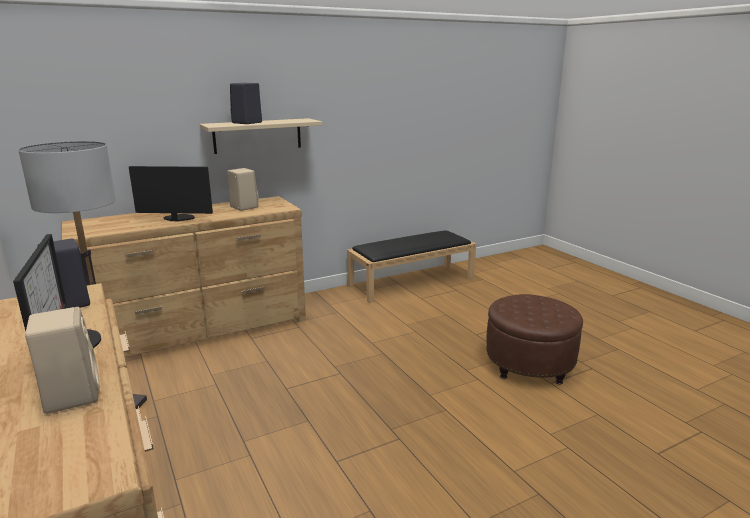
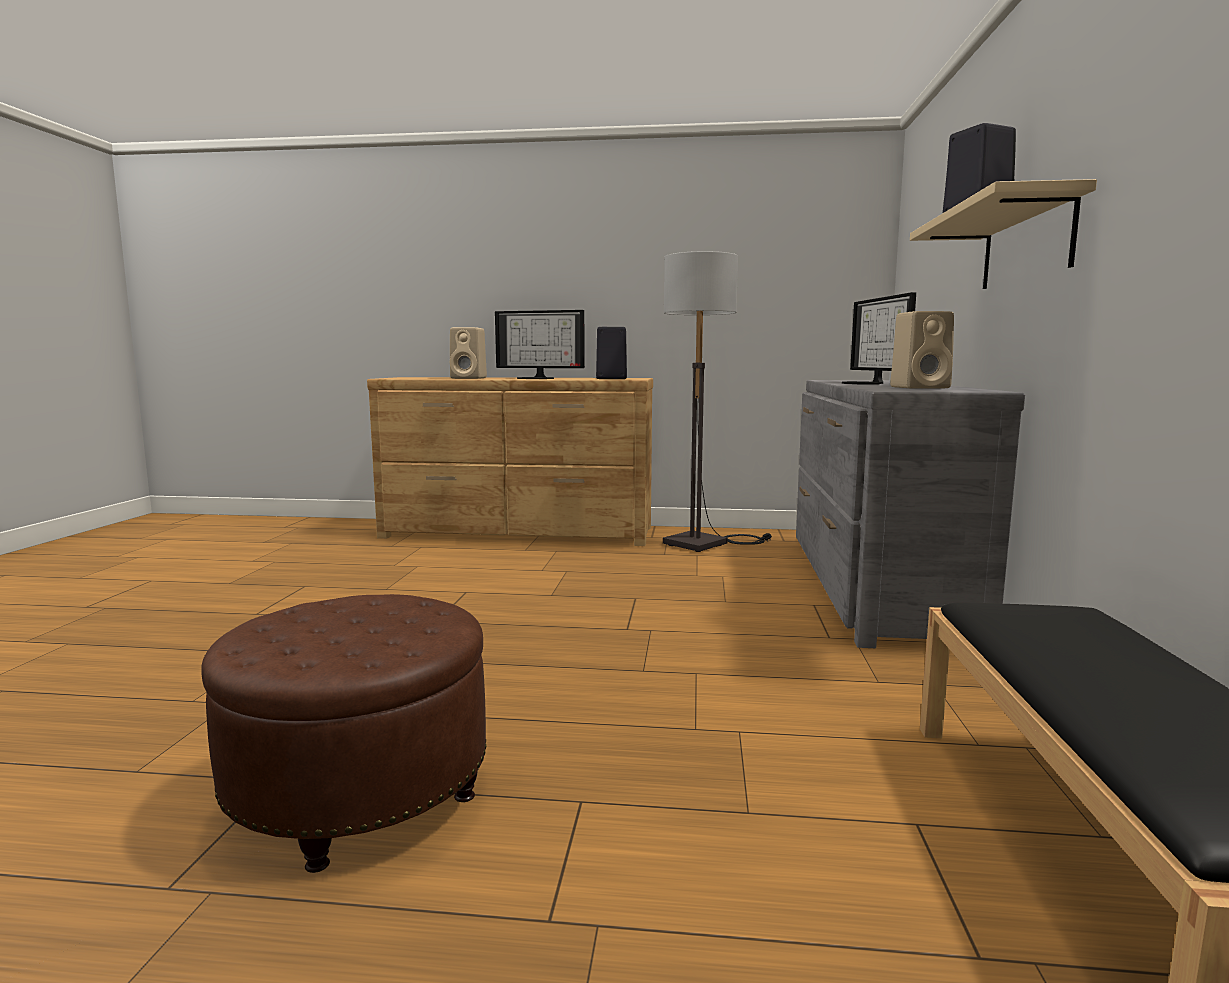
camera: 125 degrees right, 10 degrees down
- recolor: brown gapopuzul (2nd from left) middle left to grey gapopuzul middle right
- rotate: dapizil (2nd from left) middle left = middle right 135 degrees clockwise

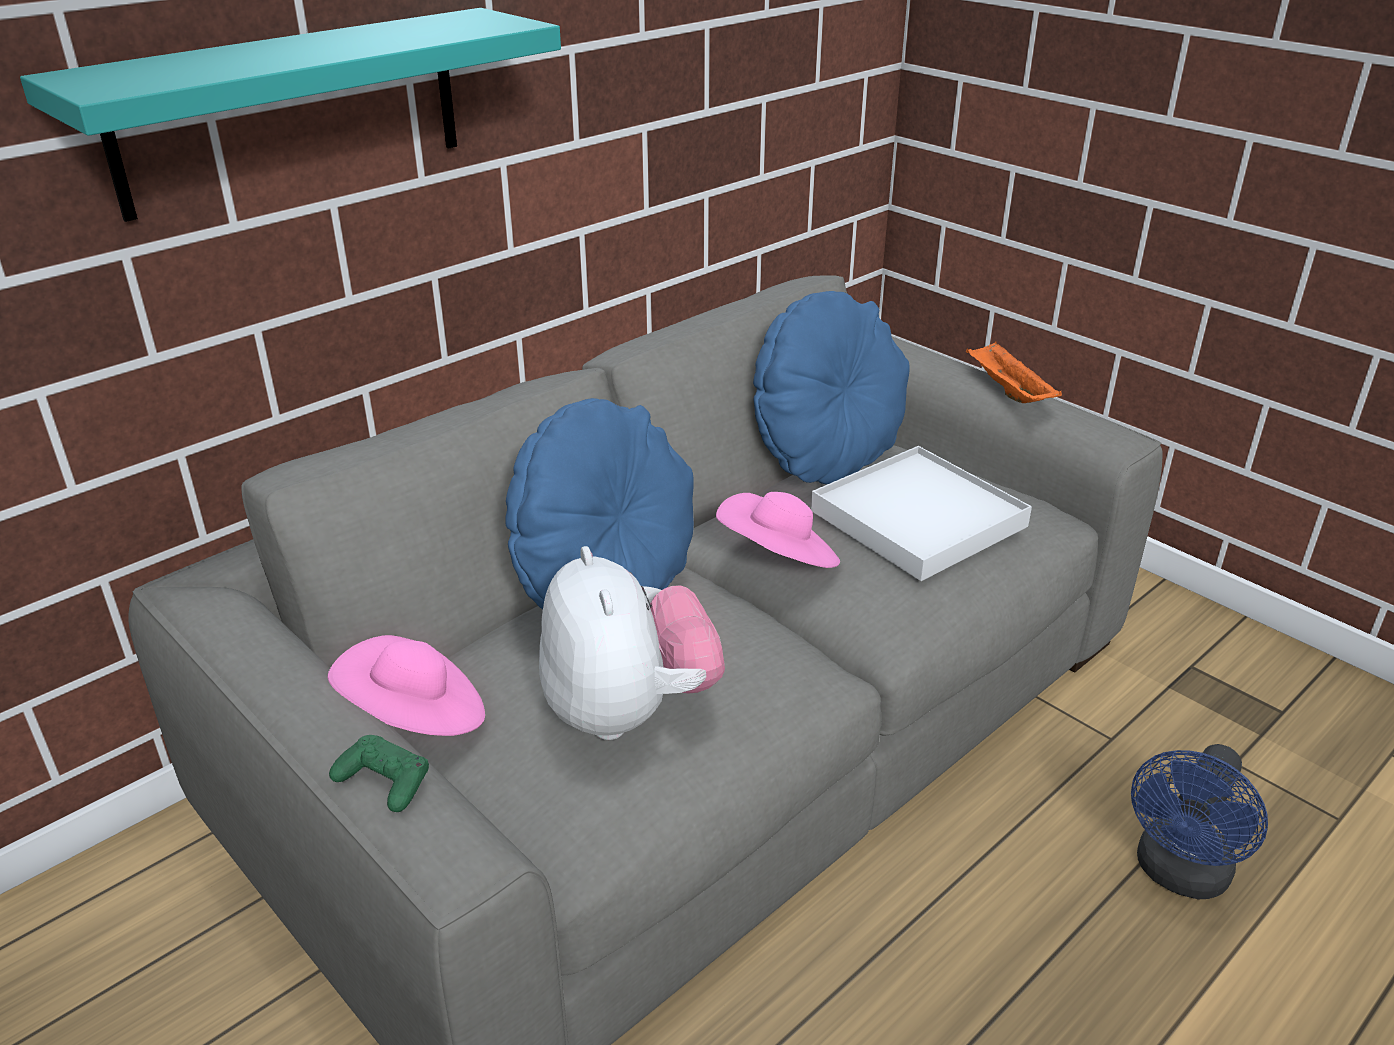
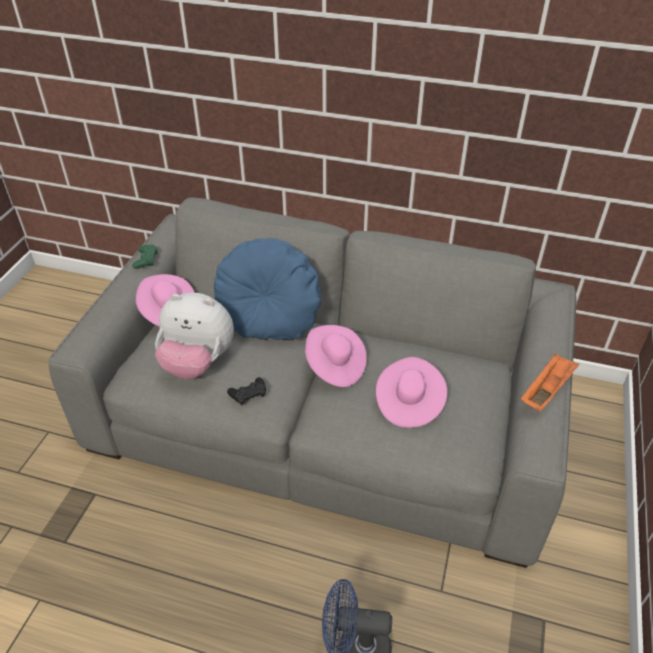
camera: 60 degrees right, 10 degrees up
- delete: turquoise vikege top left
- move: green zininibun bottom left to middle left
- rotate: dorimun centre = middle left 60 degrees clockwise
- delete: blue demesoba (2nd from left) centre
- replace: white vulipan centre to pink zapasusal (3rd from left) centre
- insert: black zininibun centre

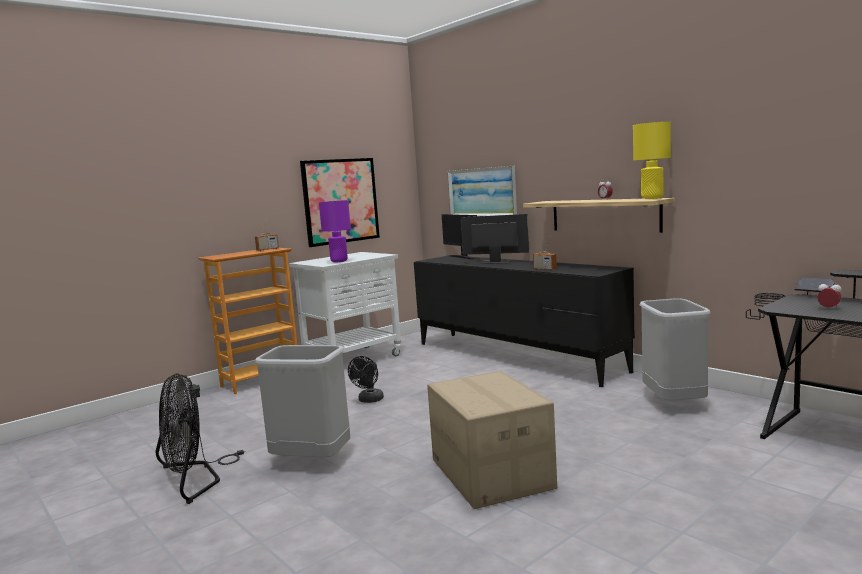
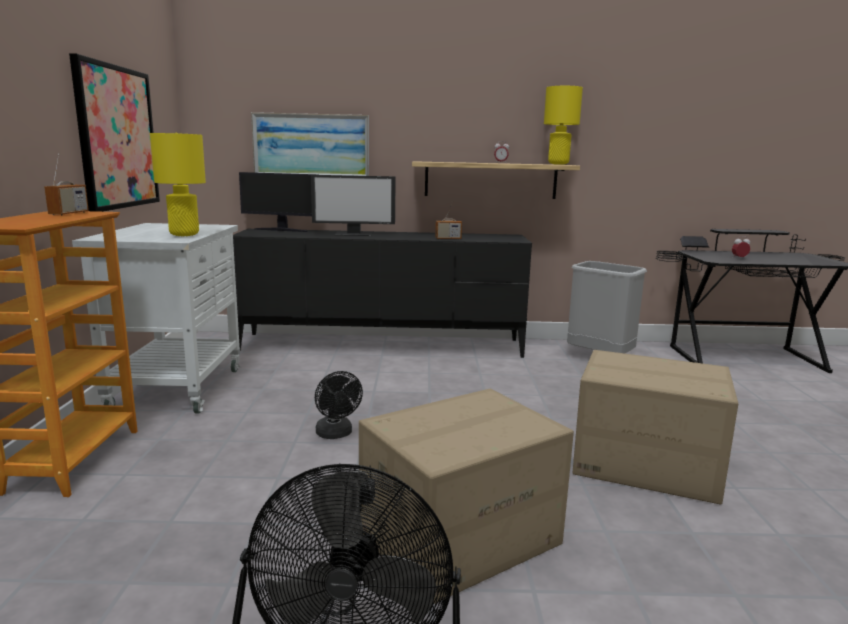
camera: 50 degrees left, 5 degrees up
- replace: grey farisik (1st from left) bottom centre to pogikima (1st from left) bottom centre
- recolor: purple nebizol centre to yellow nebizol (1st from left) top left
- rotate: dapizil (2nd from left) centre = top centre 150 degrees counterclockwise

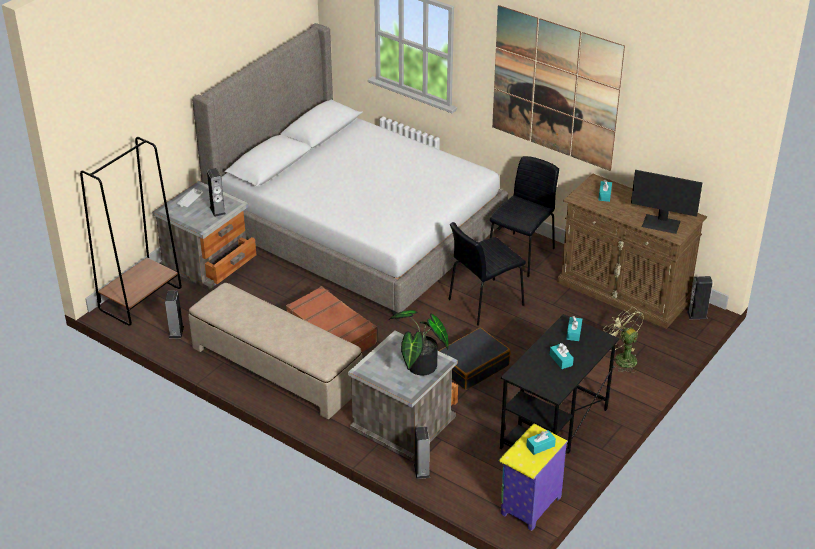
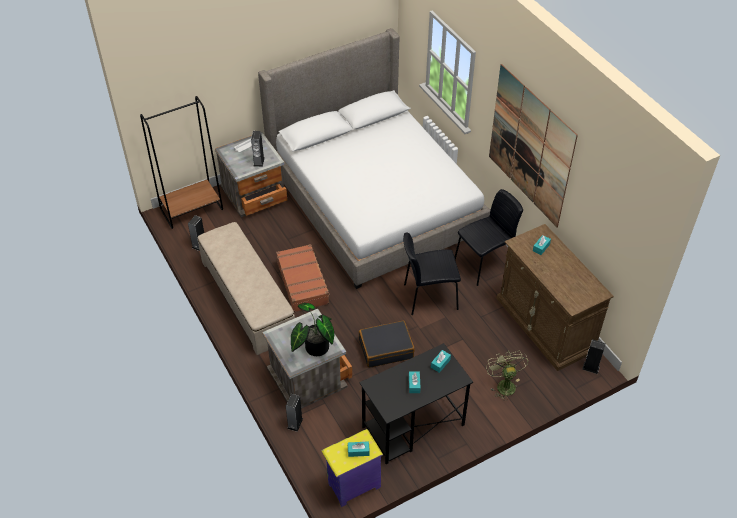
camera: 25 degrees right, 10 degrees up
- delete: dapizil middle right

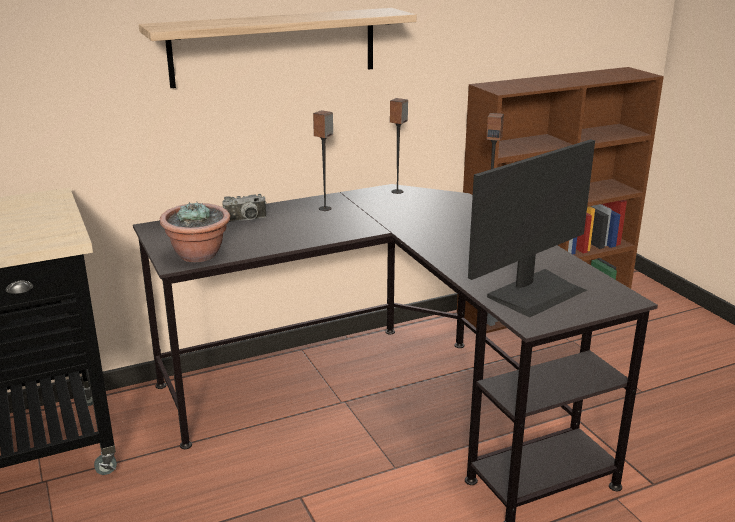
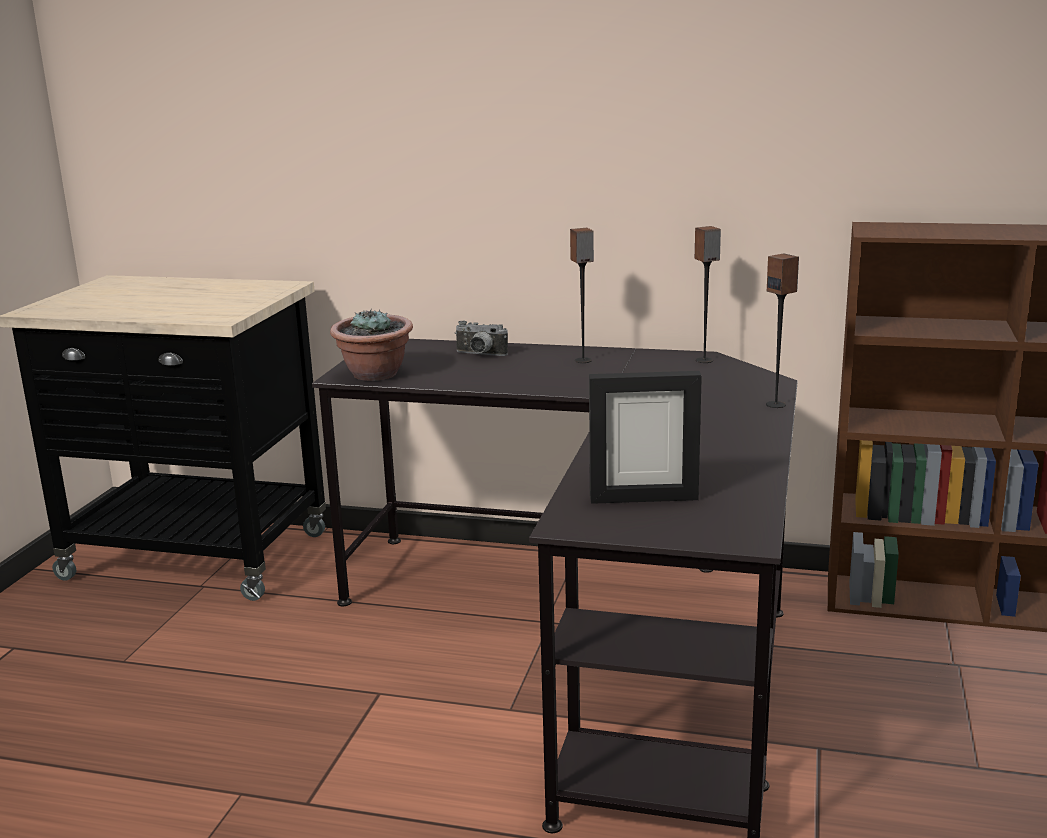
camera: 40 degrees right, 5 degrees down
- delete: vikege top centre
- replace: dapizil middle right to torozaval centre

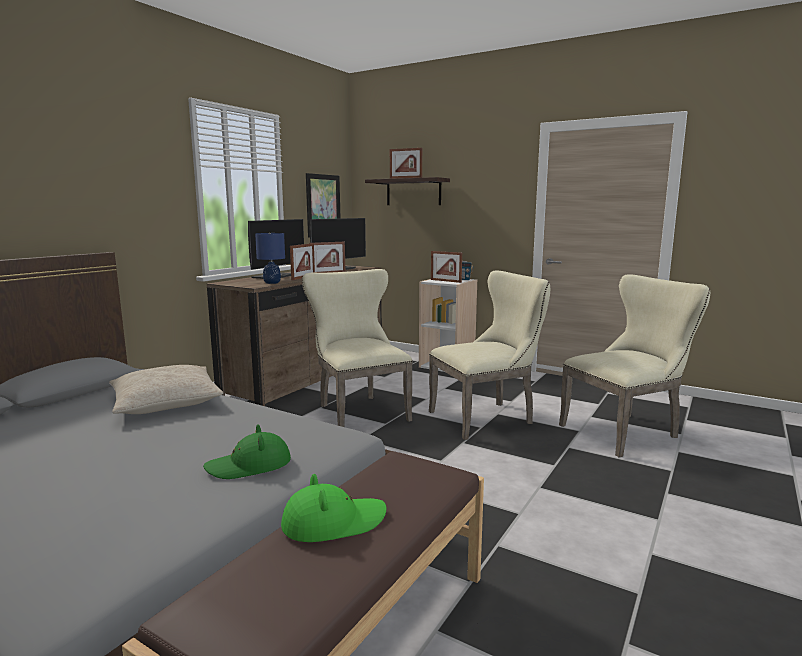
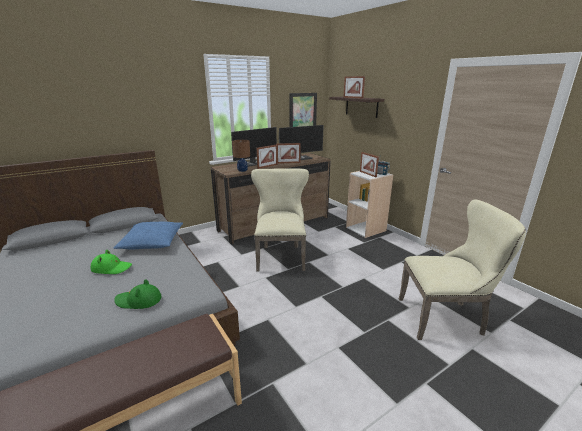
camera: 25 degrees right, 10 degrees up
- recolor: beige demesoba middle left to blue demesoba middle left
- recolor: blue nebizol centre to brown nebizol centre
- move: green zapasusal (2nd from left in the first image) bottom centre to green zapasusal (1st from left) middle left
- delete: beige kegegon (2nd from left) centre

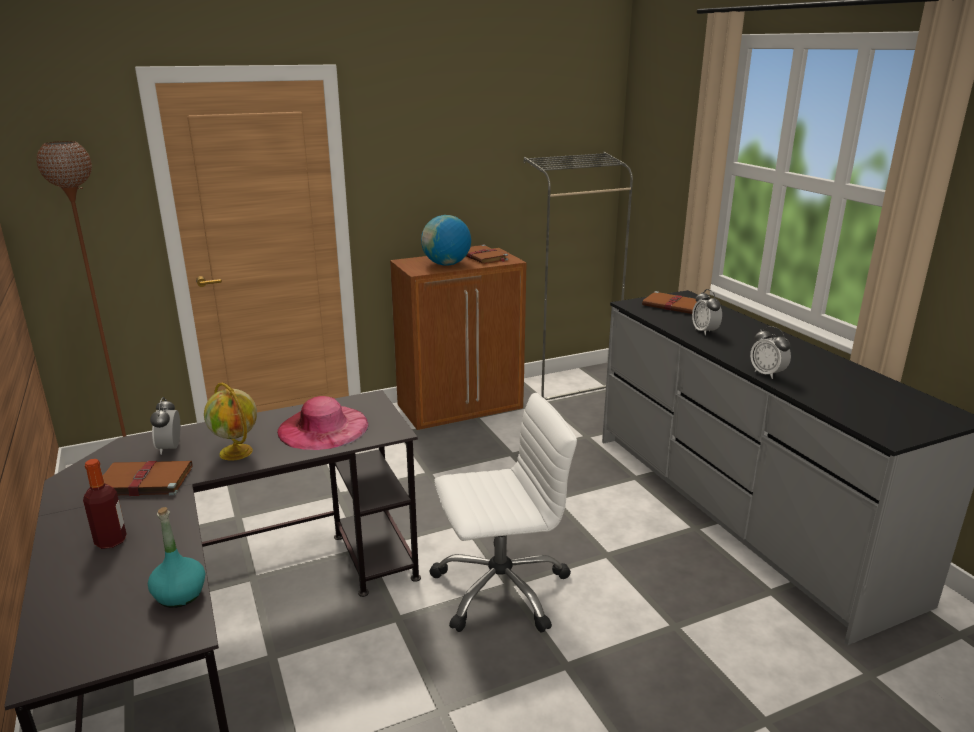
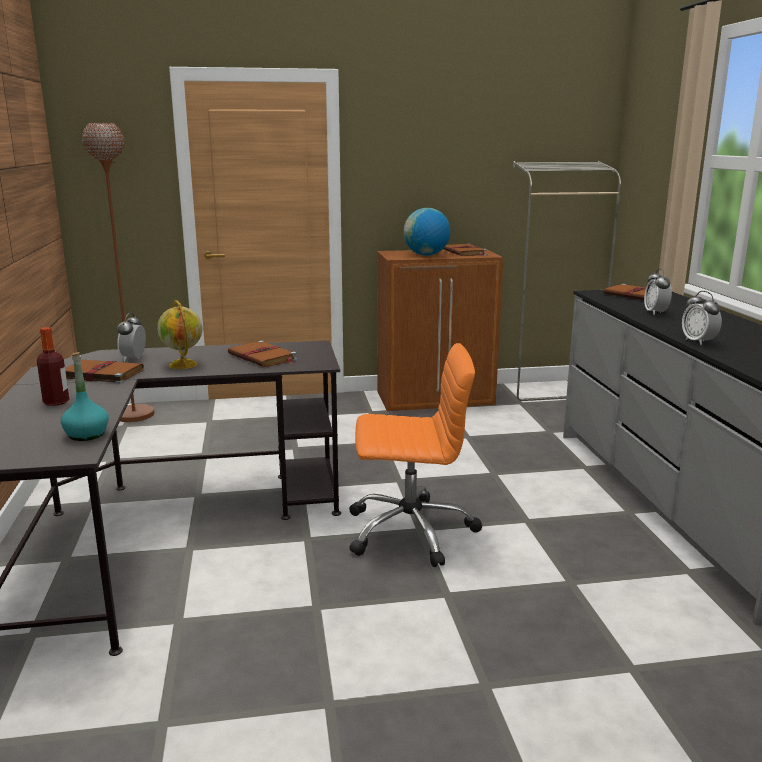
camera: 15 degrees right, 5 degrees down
- replace: pink zapasusal middle left to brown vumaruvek (2nd from left) centre
- recolor: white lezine bottom centre to orange lezine centre

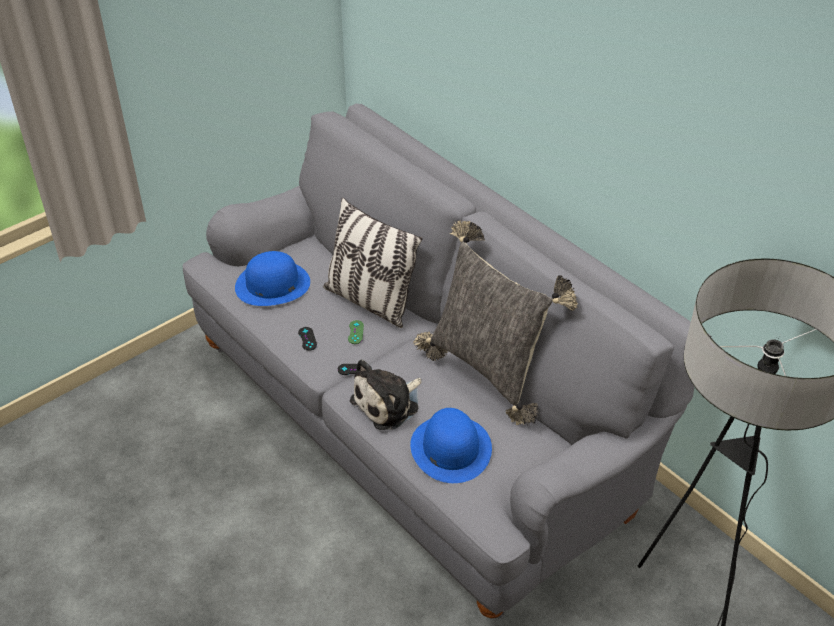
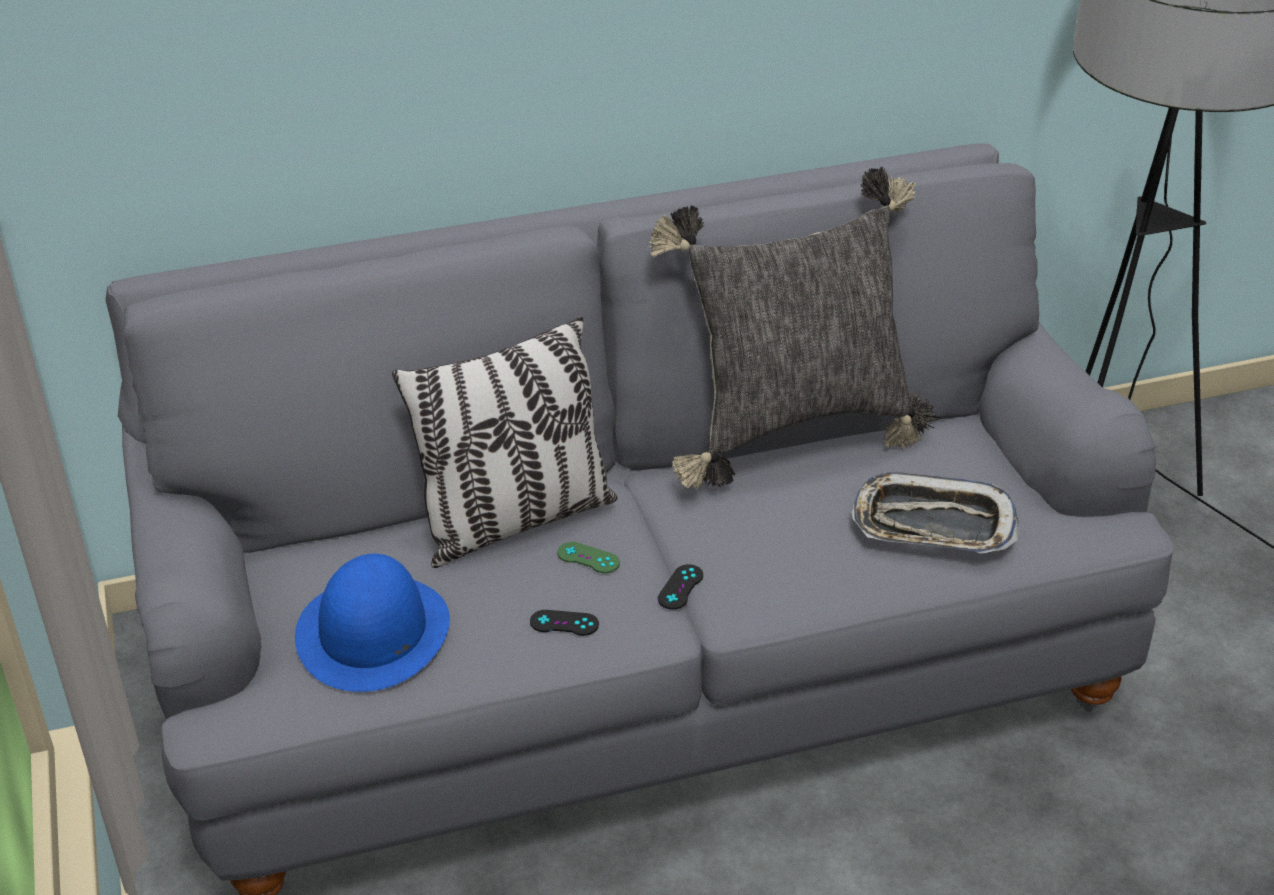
camera: 65 degrees left, 5 degrees down
- delete: dorimun centre
- replace: blue zapasusal (2nd from left) bottom centre to vulipan middle right

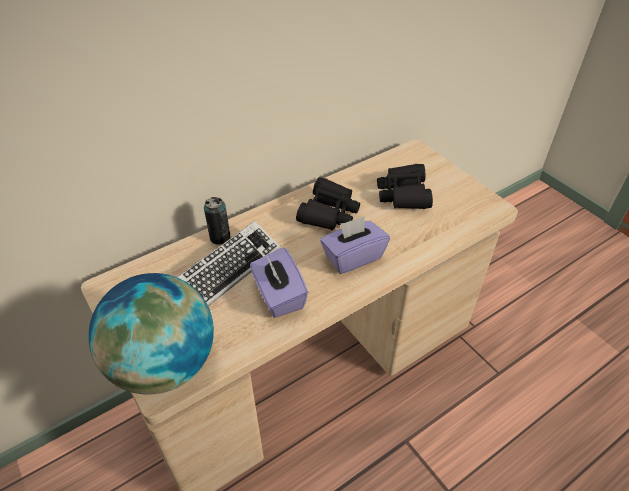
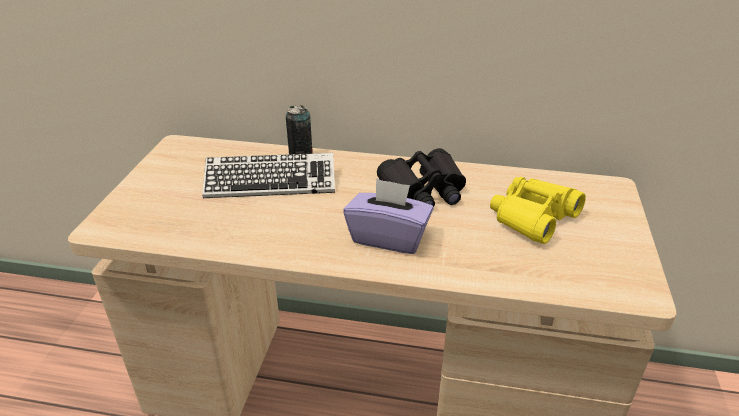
camera: 45 degrees right, 10 degrees down
- delete: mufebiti bottom left
- delete: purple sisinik (1st from left) centre
- recolor: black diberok (2nd from left) centre to yellow diberok middle right

